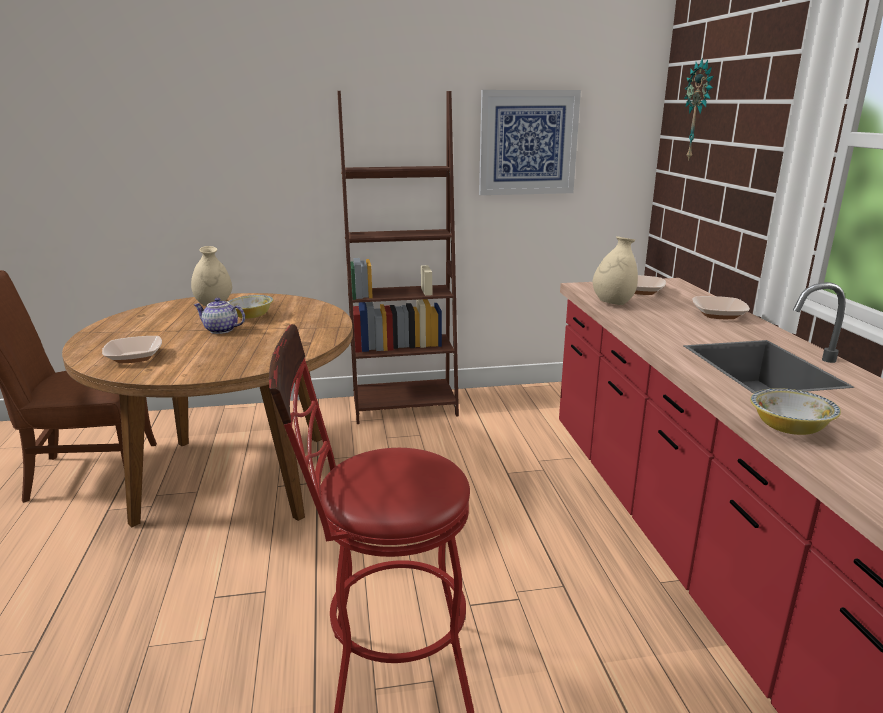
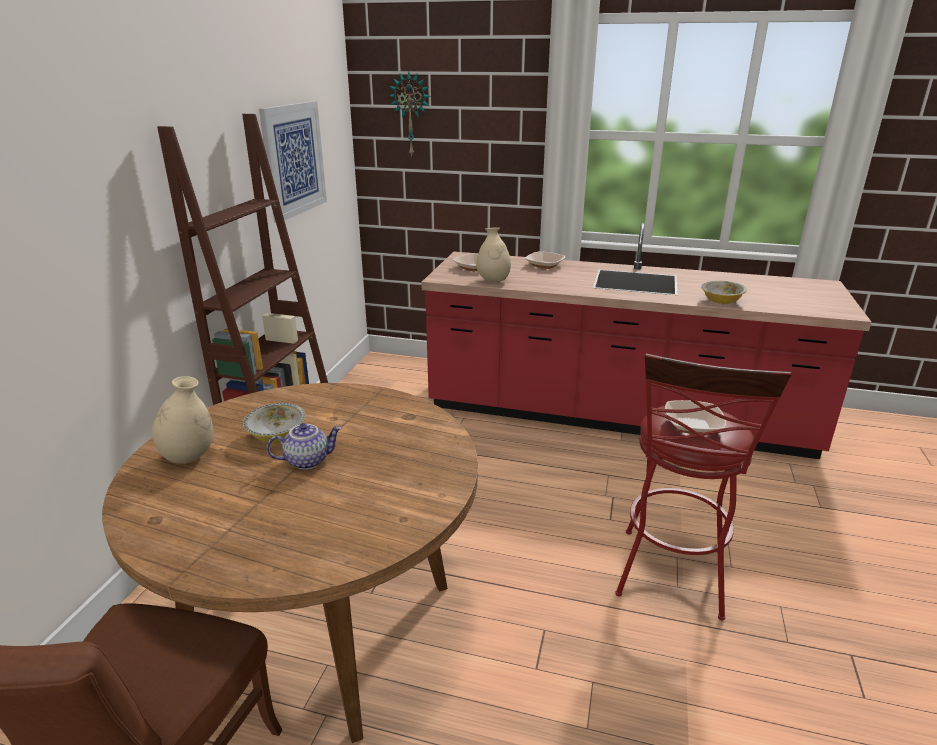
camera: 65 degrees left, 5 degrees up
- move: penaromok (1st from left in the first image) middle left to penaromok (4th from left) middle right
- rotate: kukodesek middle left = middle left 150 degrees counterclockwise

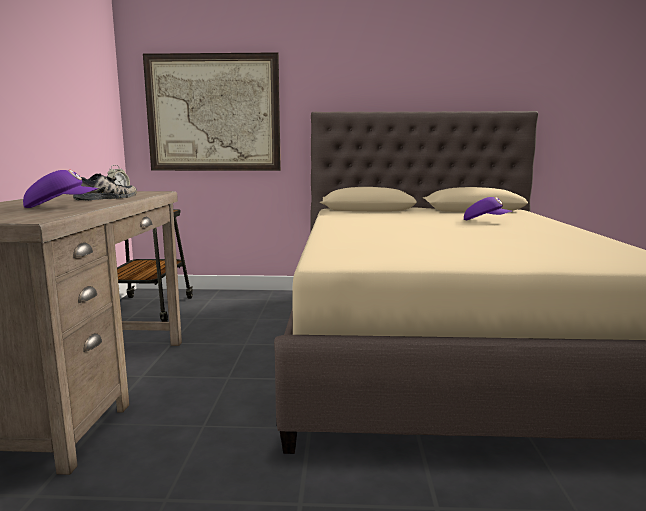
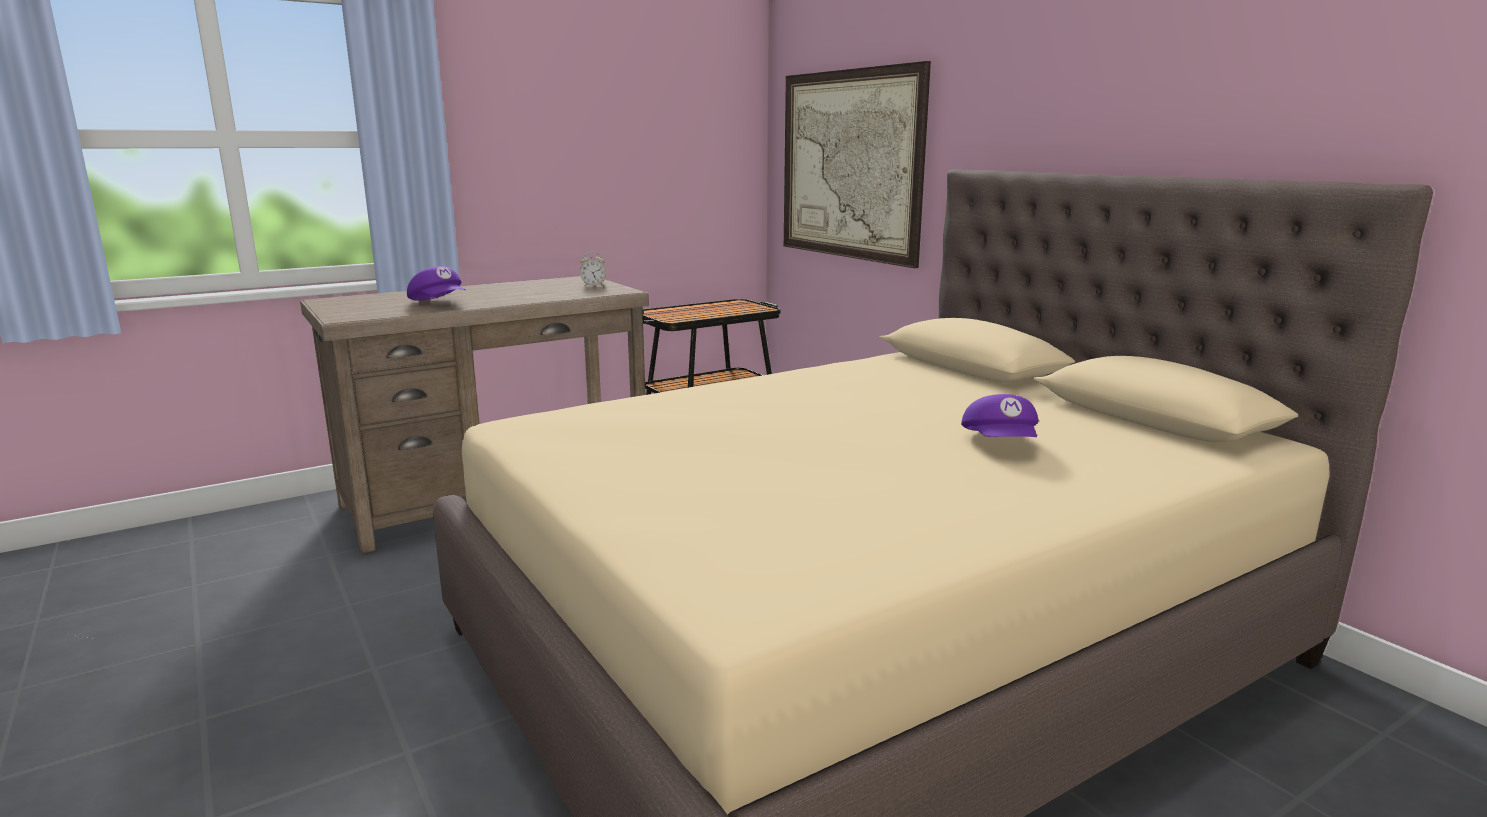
camera: 55 degrees right, 5 degrees up
- delete: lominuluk middle left

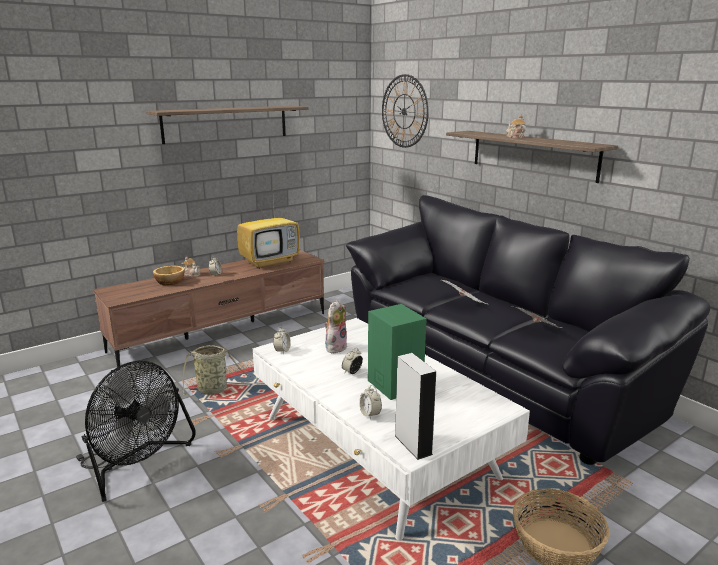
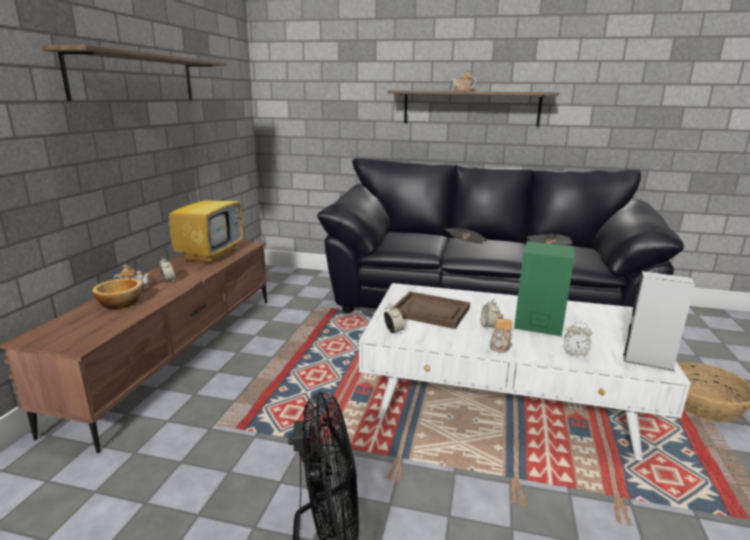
camera: 40 degrees left, 0 degrees up
- delete: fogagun (1st from left) middle left
- replace: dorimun centre to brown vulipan centre
- delete: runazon top centre
- insert: kukodesek (3rd from left) middle right

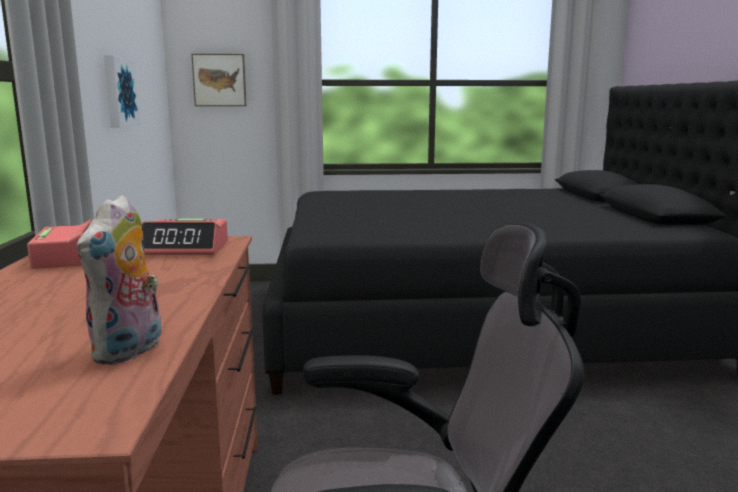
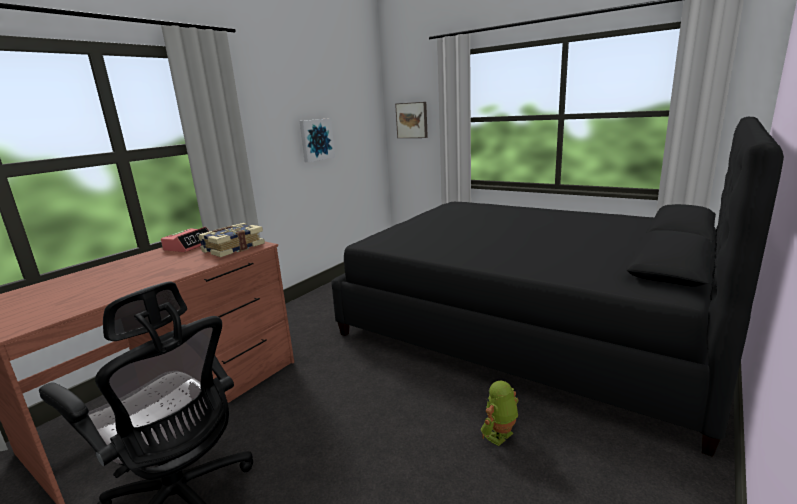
camera: 40 degrees right, 5 degrees up
- delete: dorimun middle left
- replace: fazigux (2nd from left) middle left to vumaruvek middle left
- insert: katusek bottom centre

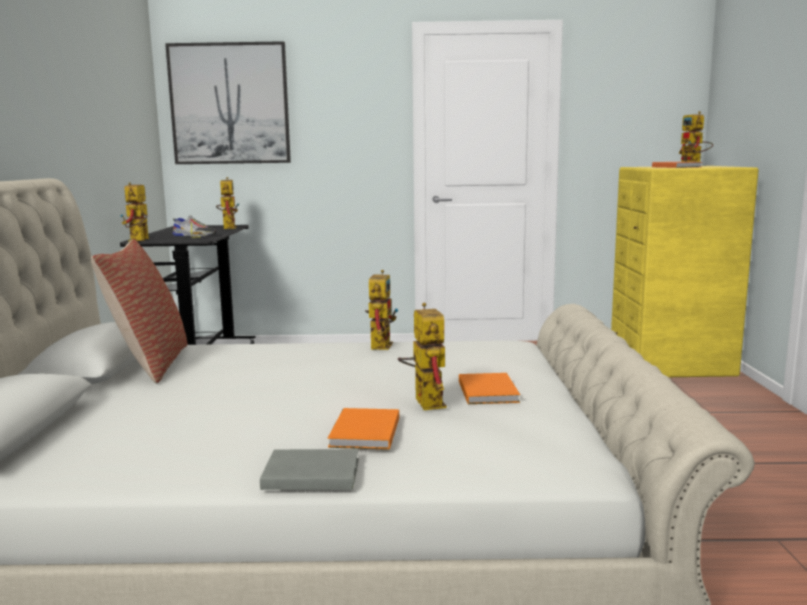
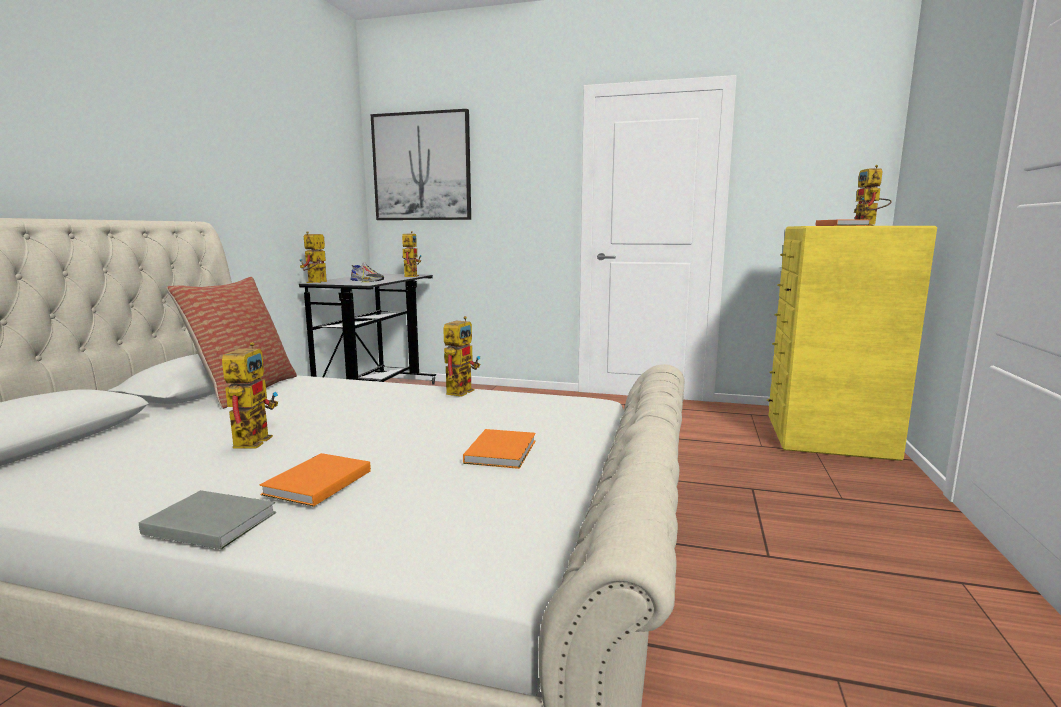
camera: 15 degrees right, 0 degrees up
- move: katusek (4th from left in the first image) centre to katusek (1st from left) middle left

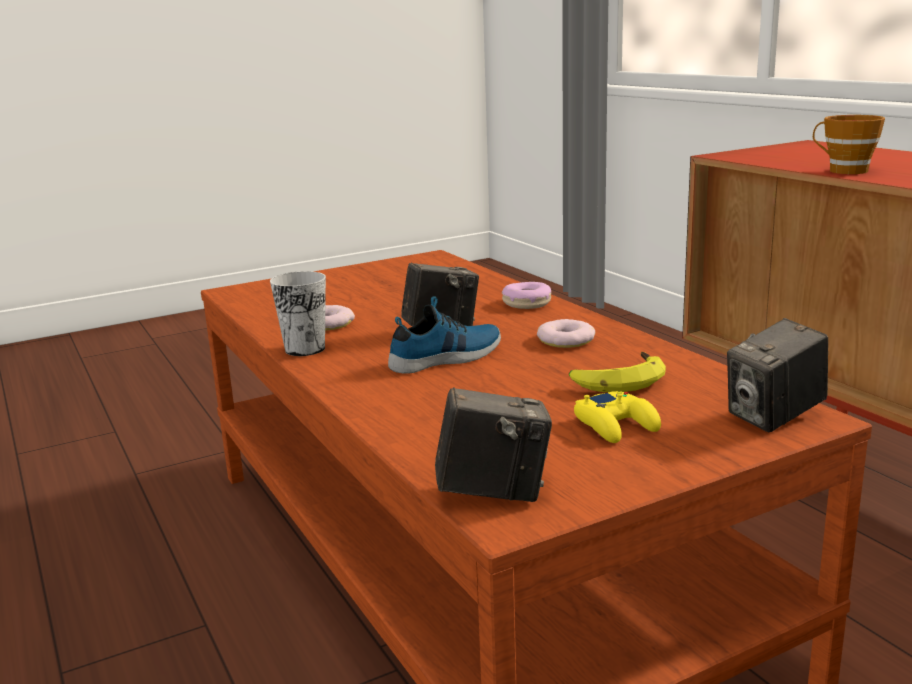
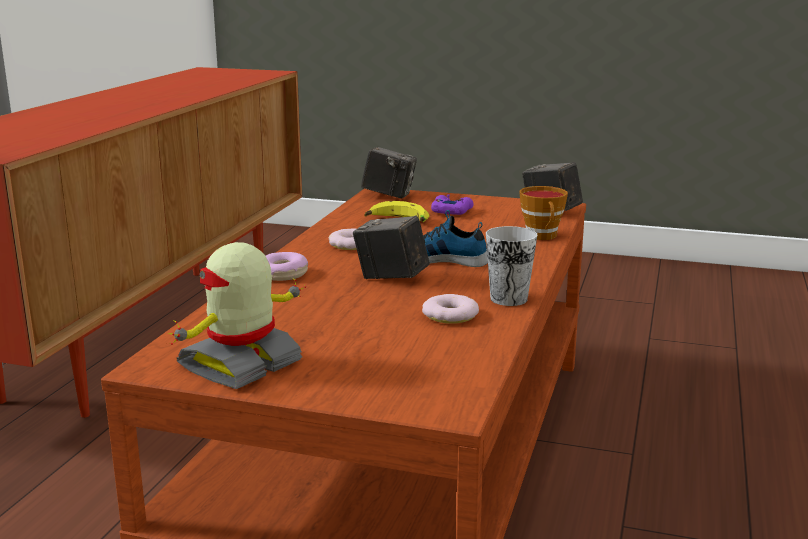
camera: 135 degrees left, 0 degrees up
- recolor: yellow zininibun middle right to purple zininibun centre
- move: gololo (2nd from left) top right to middle right
- insert: katusek middle left

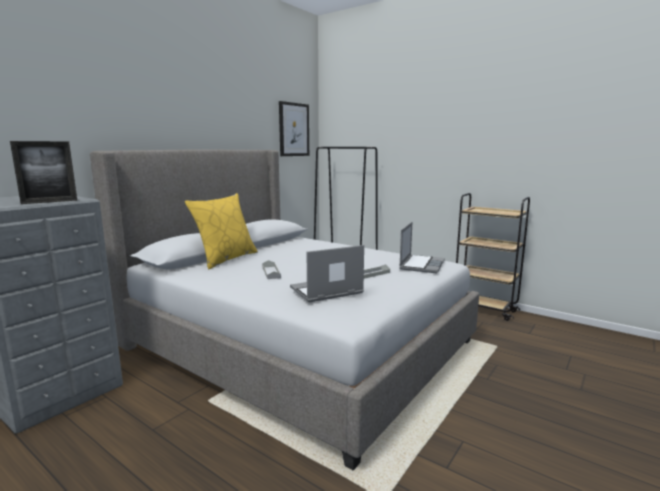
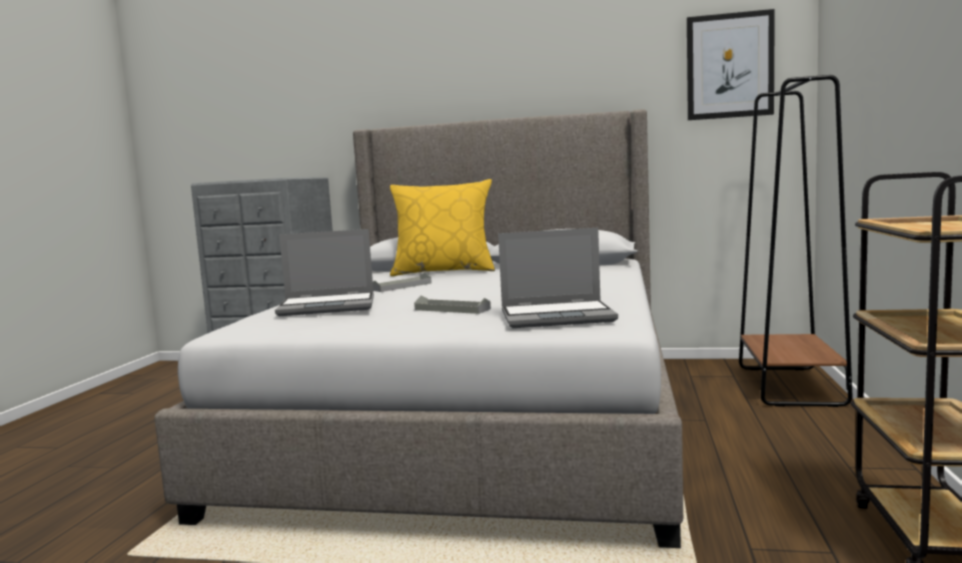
camera: 65 degrees right, 5 degrees down
- delete: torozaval middle left
- rotate: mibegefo (1st from left) centre = centre 135 degrees clockwise

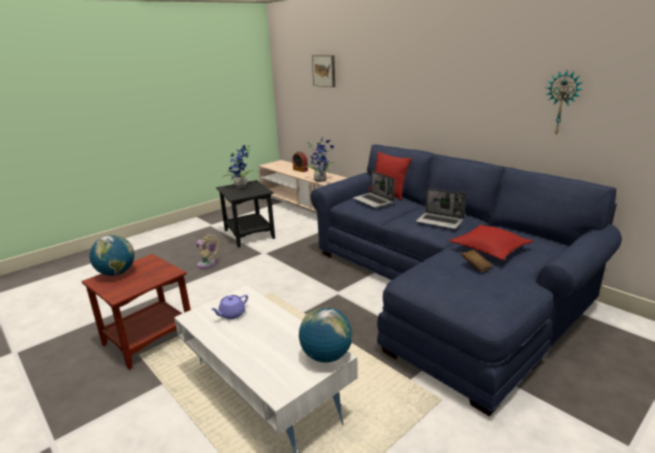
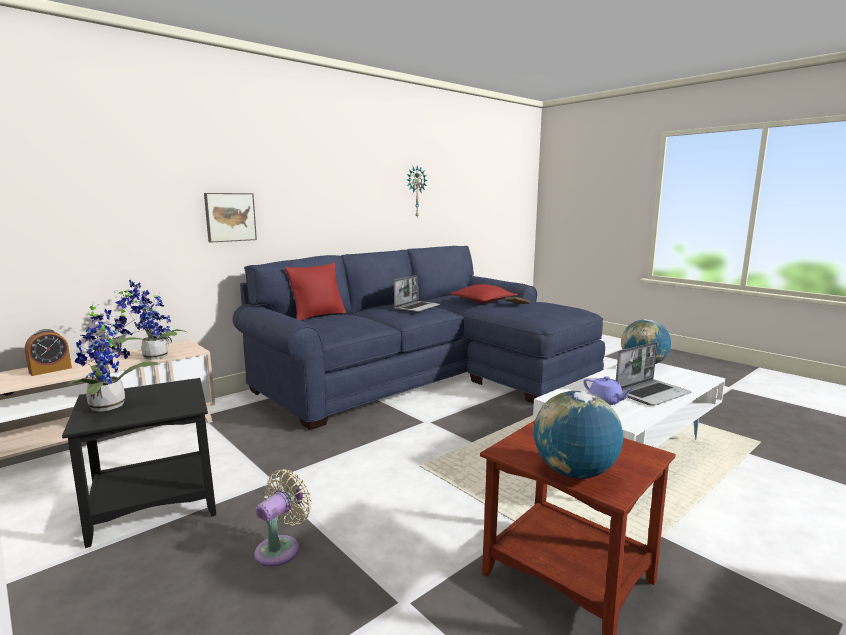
camera: 90 degrees left, 10 degrees down
- move: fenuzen top centre to middle left
- move: mibegefo (1st from left in the first image) centre to mibegefo (2nd from left) middle right

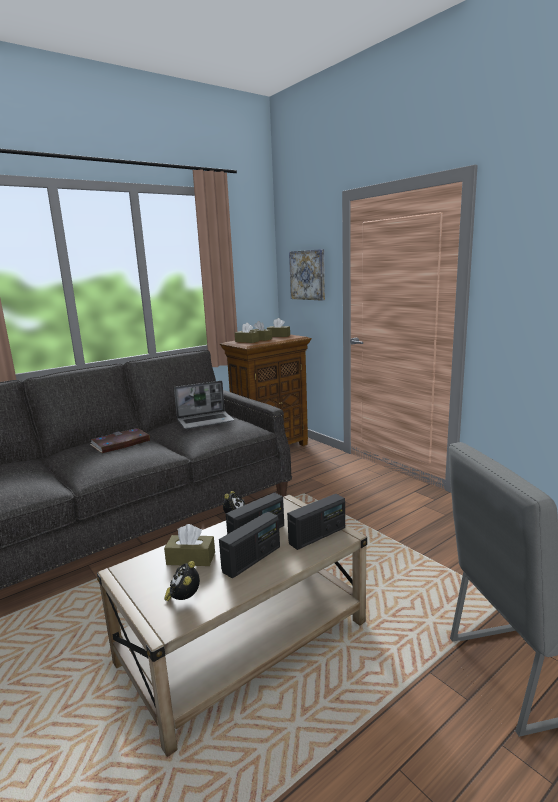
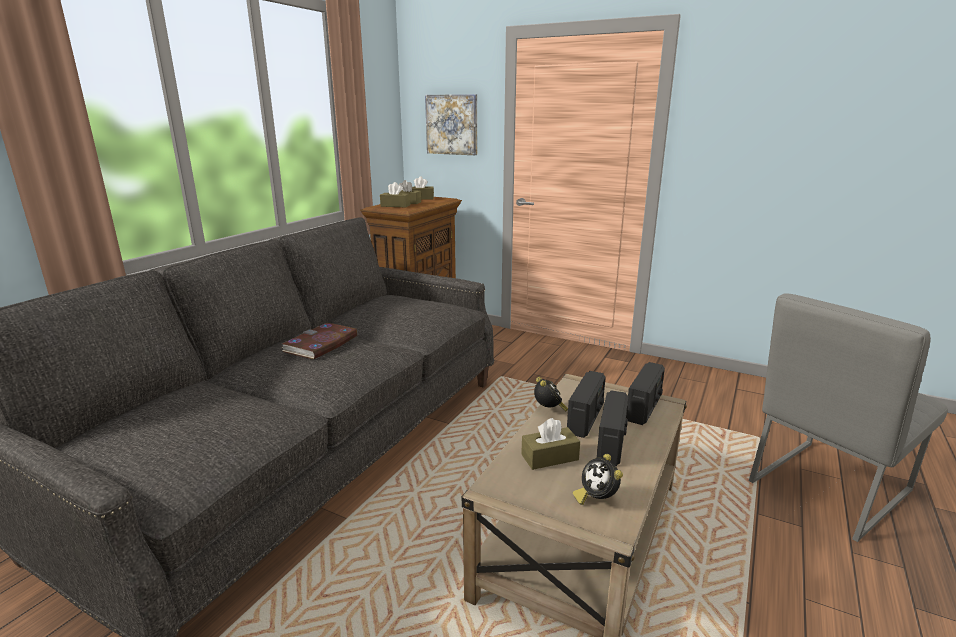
camera: 25 degrees left, 5 degrees up
- delete: mibegefo centre

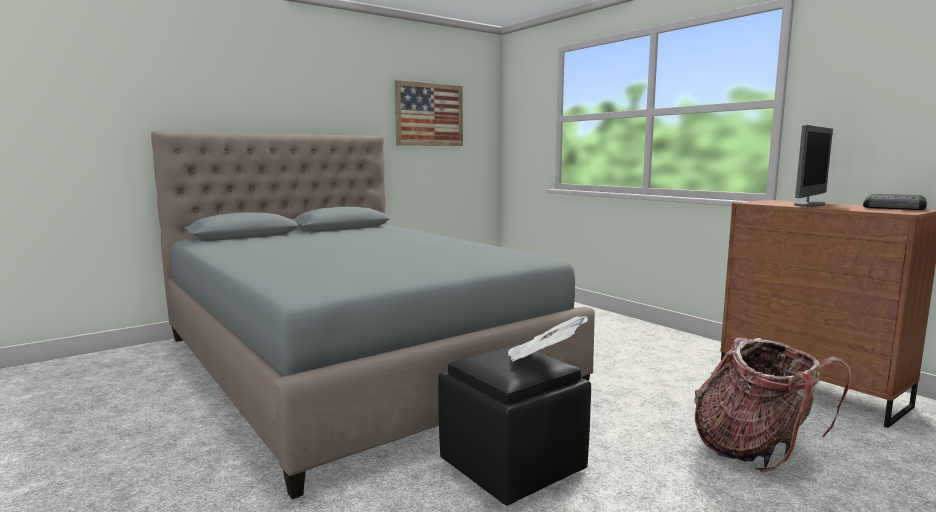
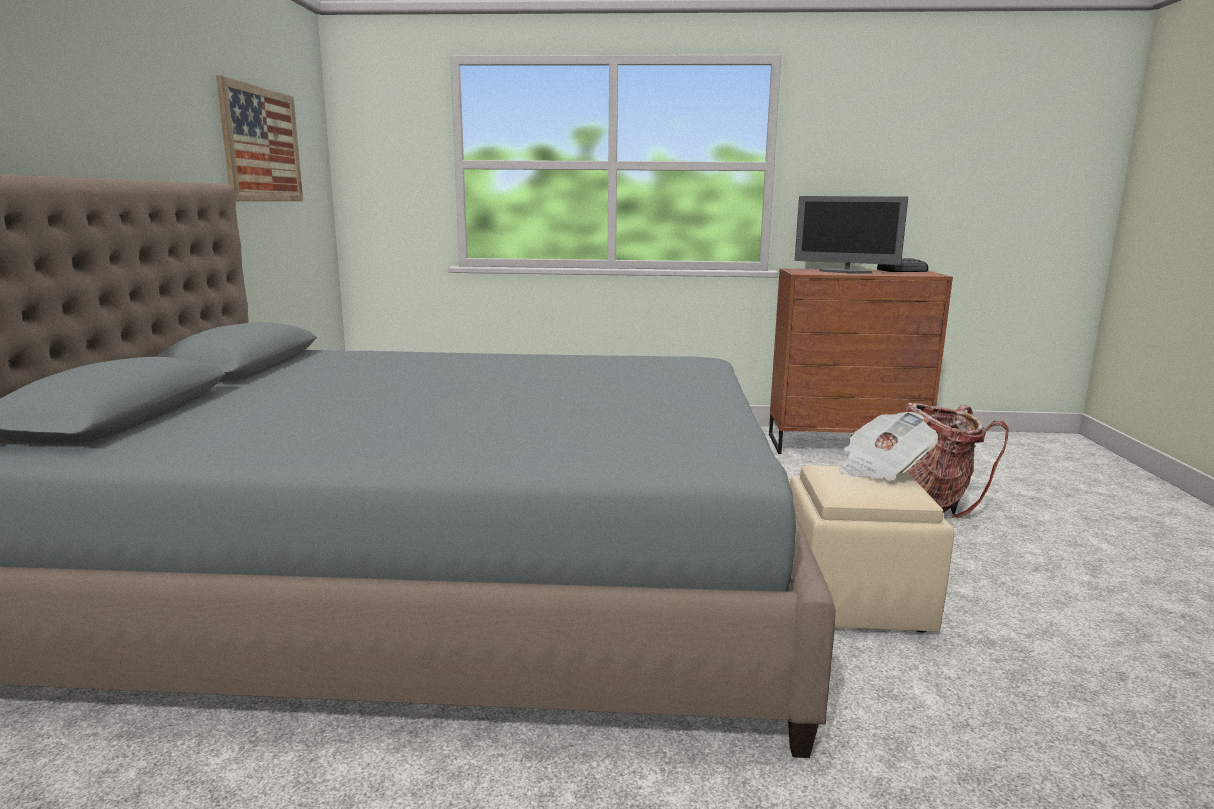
camera: 50 degrees left, 5 degrees up
- recolor: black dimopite bottom centre to beige dimopite bottom right
- rotate: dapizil top right = top right 120 degrees clockwise

